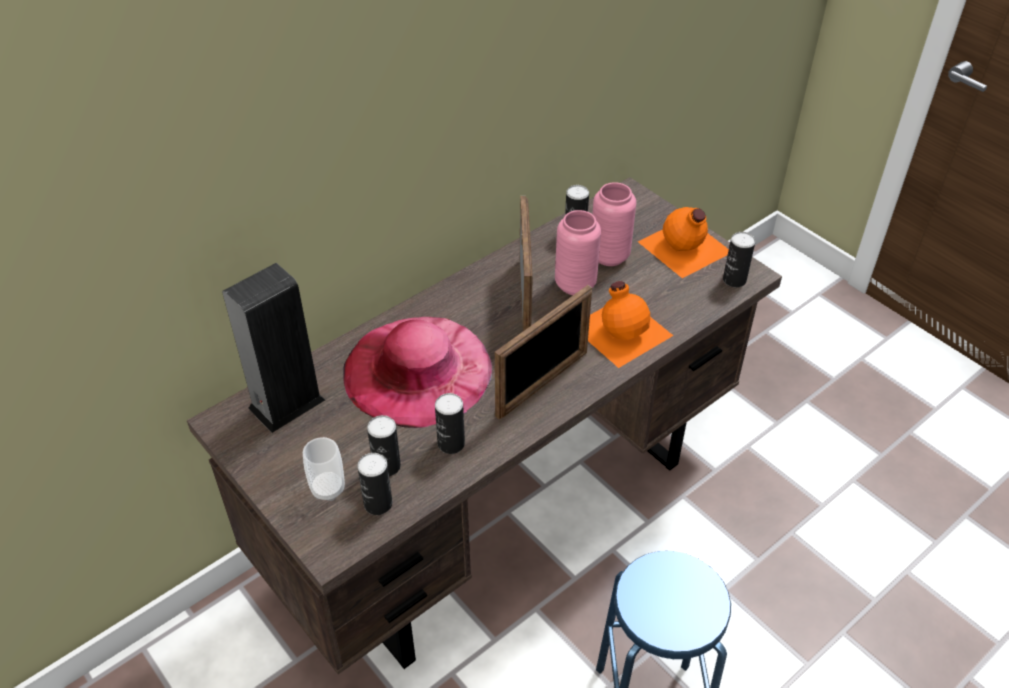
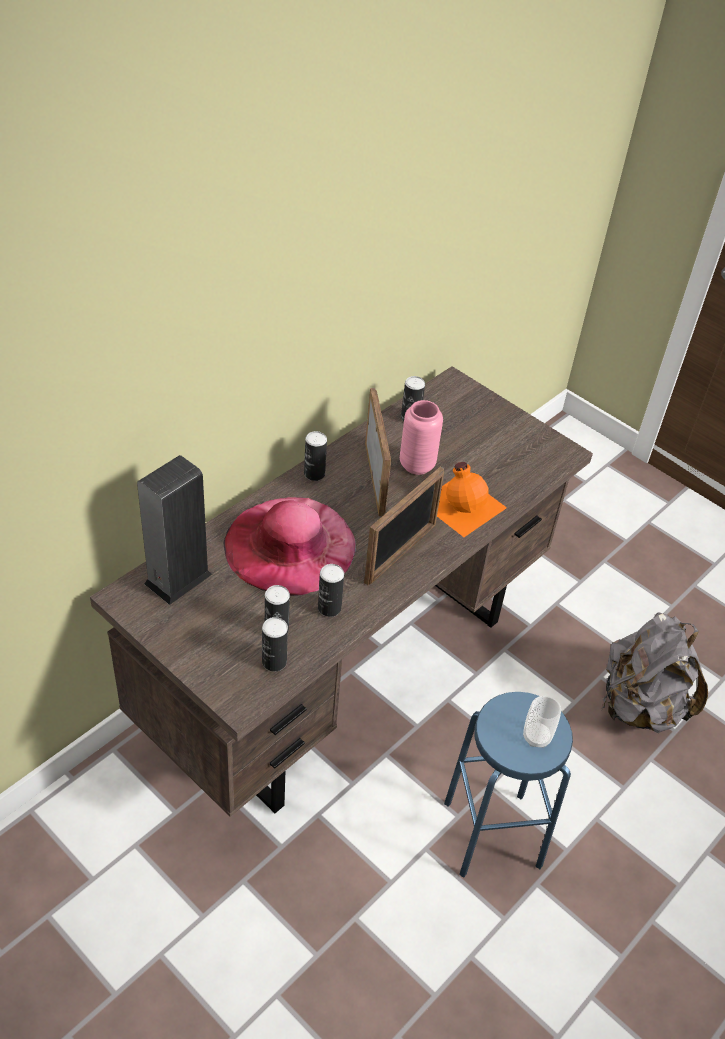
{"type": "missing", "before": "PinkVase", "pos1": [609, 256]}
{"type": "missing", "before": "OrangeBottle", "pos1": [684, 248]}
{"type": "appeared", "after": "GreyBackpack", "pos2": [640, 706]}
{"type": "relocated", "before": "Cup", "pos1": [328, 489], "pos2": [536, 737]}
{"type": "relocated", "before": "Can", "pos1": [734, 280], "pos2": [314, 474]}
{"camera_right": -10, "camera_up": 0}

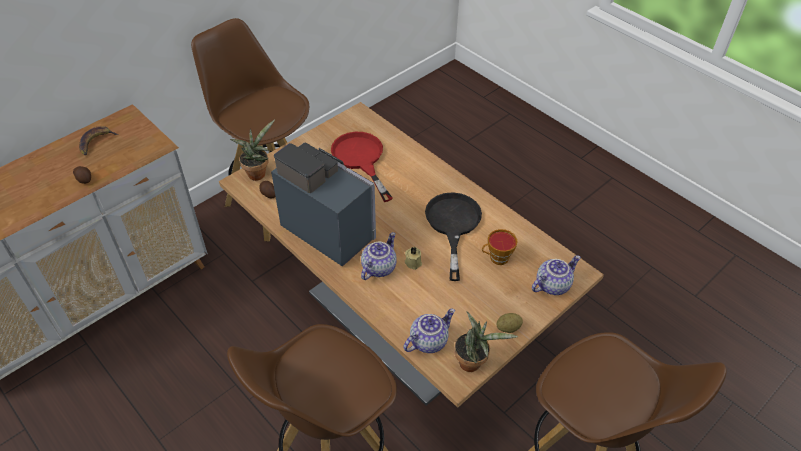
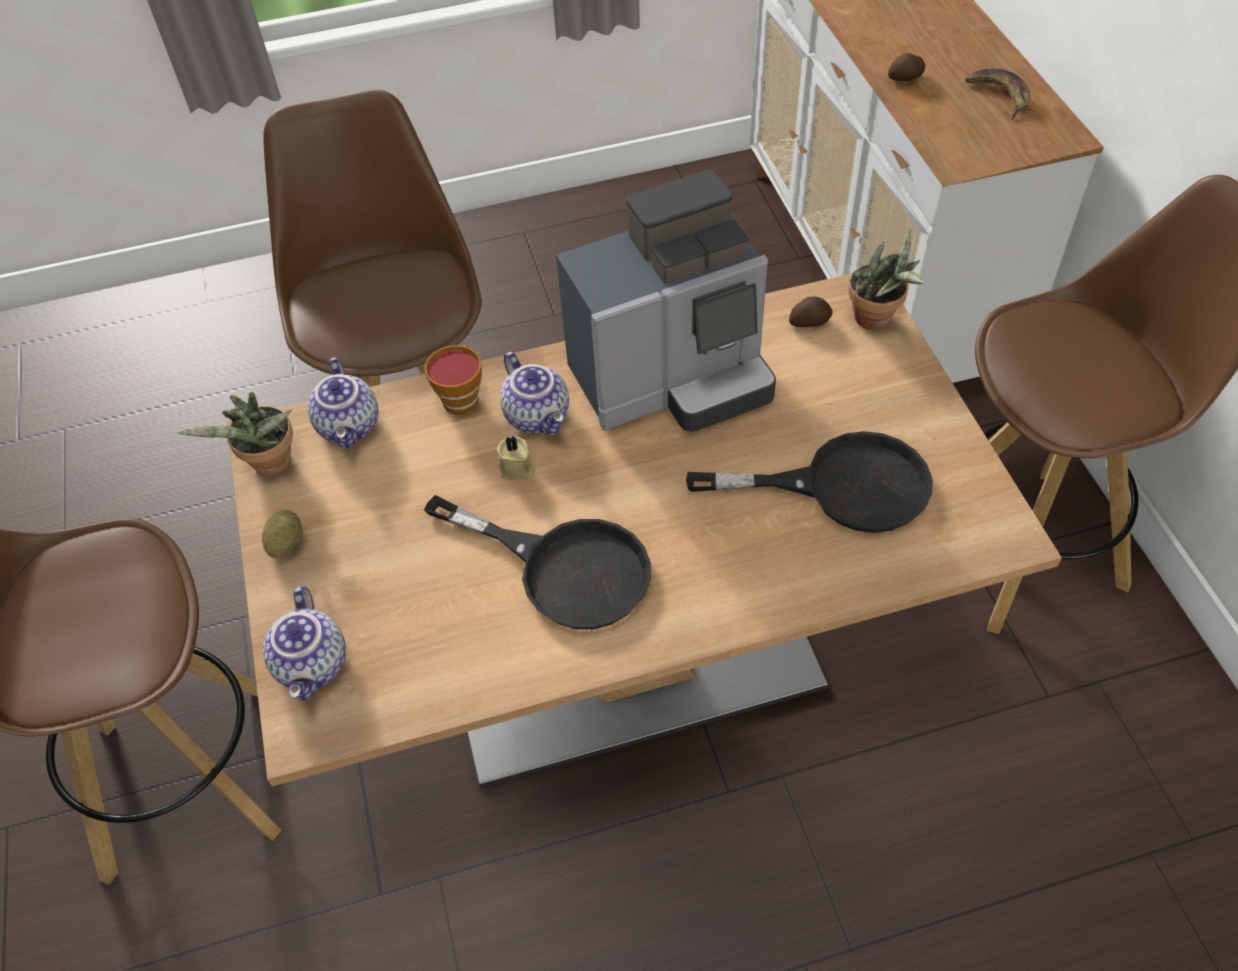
{"type": "relocated", "before": "Cup", "pos1": [497, 258], "pos2": [461, 397]}
{"type": "colour", "before": "RedFryingPan", "after": "BlackFryingPan", "pos1": [361, 159], "pos2": [842, 486]}
{"camera_right": 120, "camera_up": 5}

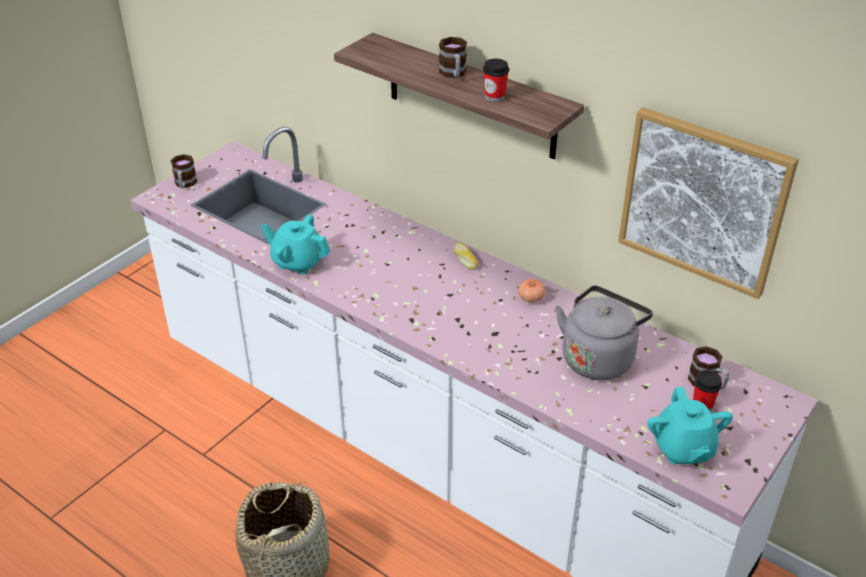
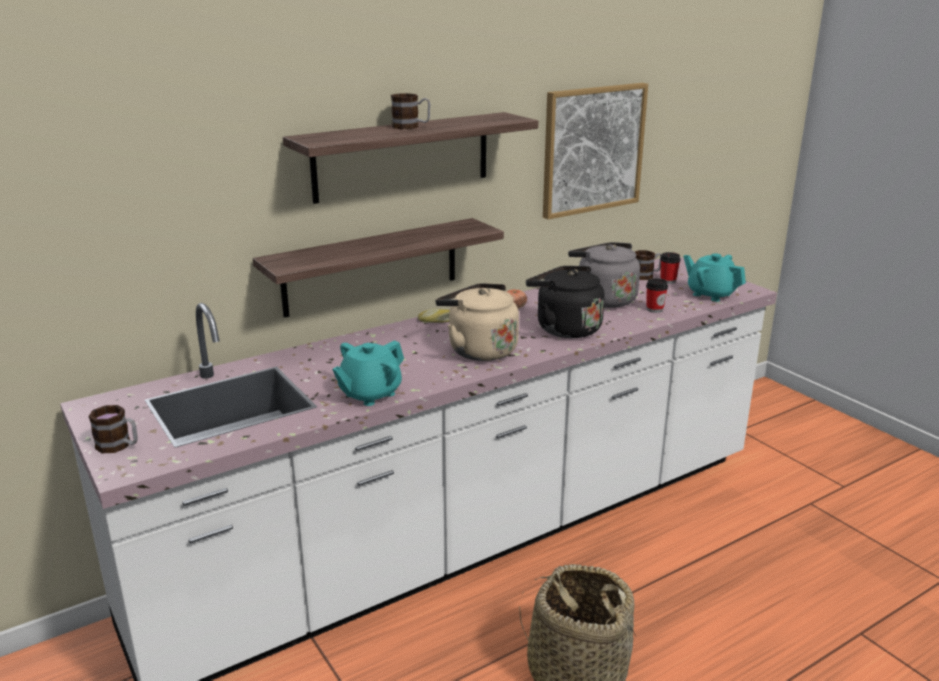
{"type": "appeared", "after": "Shelf", "pos2": [371, 267]}
{"type": "appeared", "after": "BeigeKettle", "pos2": [478, 350]}
{"type": "appeared", "after": "BlackKettle", "pos2": [564, 328]}
{"type": "relocated", "before": "Cup", "pos1": [494, 96], "pos2": [654, 309]}
{"type": "spun", "before": "TurquoiseTeapot", "pos1": [683, 449], "pos2": [711, 294], "turn": -150}
{"camera_right": -70, "camera_up": -15}

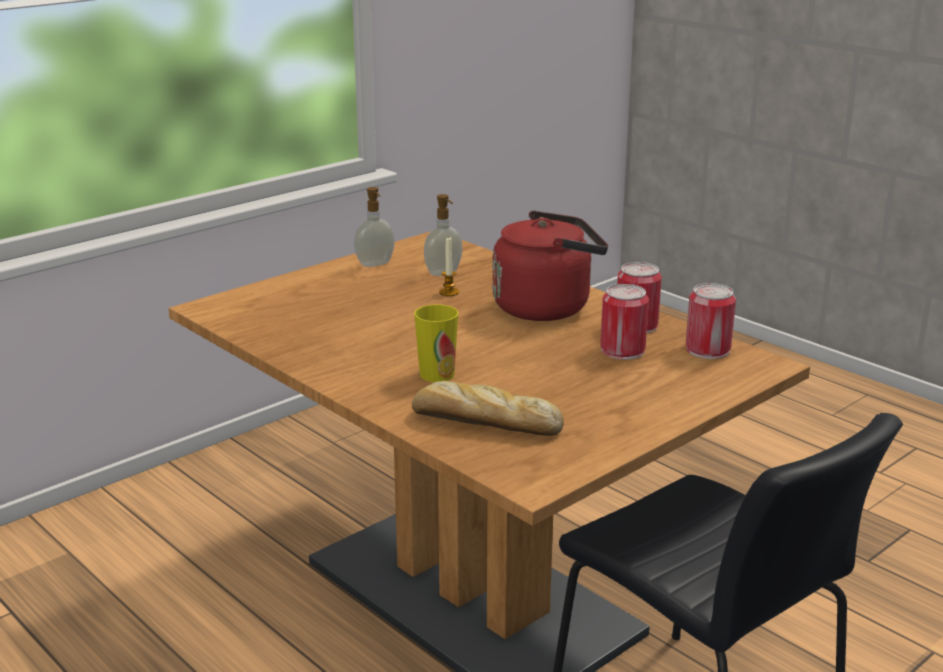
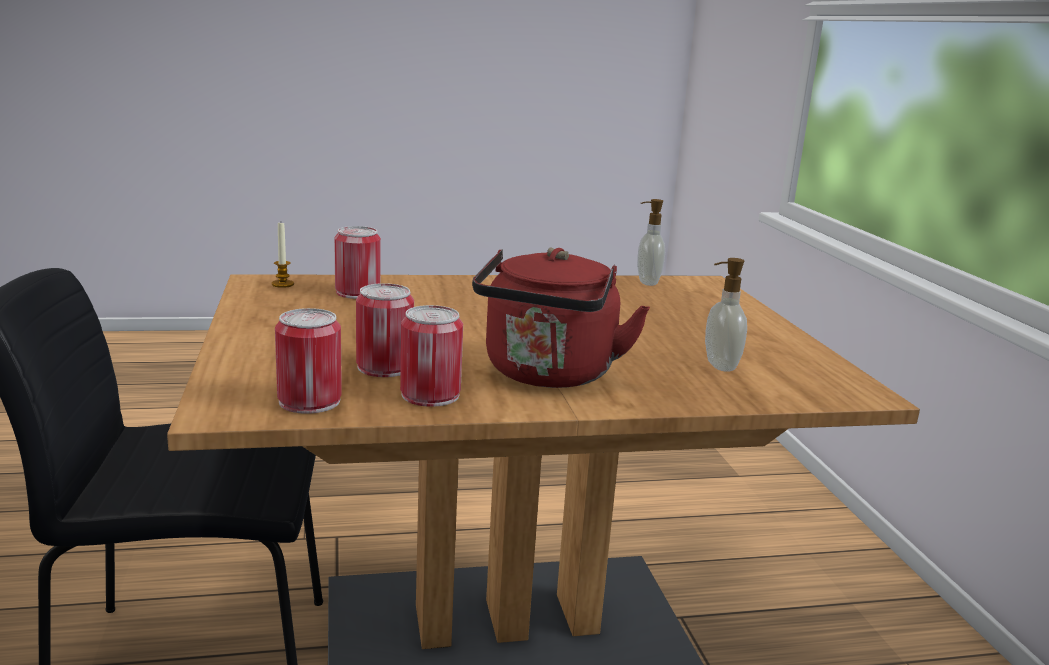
{"type": "missing", "before": "Cup", "pos1": [437, 374]}
{"type": "relocated", "before": "SoapDispenser", "pos1": [375, 264], "pos2": [646, 282]}
{"type": "relocated", "before": "Candle", "pos1": [449, 292], "pos2": [282, 284]}
{"type": "exchanged", "before": "Bread", "after": "Can", "pos1": [483, 422], "pos2": [357, 292]}
{"camera_right": 120, "camera_up": -5}

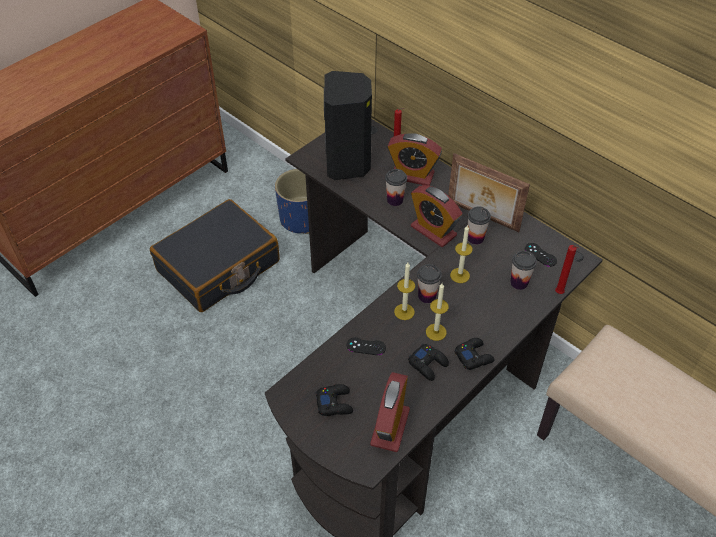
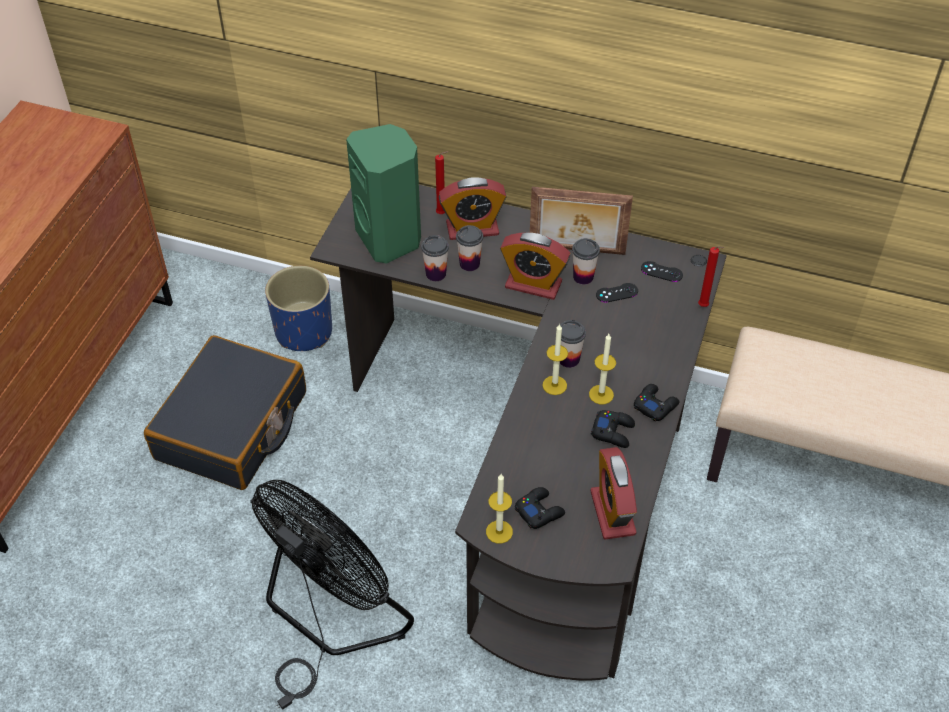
{"type": "appeared", "after": "BlackFan", "pos2": [321, 616]}
{"type": "relocated", "before": "BlackGameController", "pos1": [366, 346], "pos2": [617, 293]}
{"type": "relocated", "before": "Candle", "pos1": [459, 275], "pos2": [499, 532]}
{"type": "relocated", "before": "Cup", "pos1": [519, 282], "pos2": [436, 274]}
{"type": "colour", "before": "BlackSpeaker", "after": "GreenSpeaker", "pos1": [348, 164], "pos2": [390, 239]}
{"camera_right": -25, "camera_up": 0}

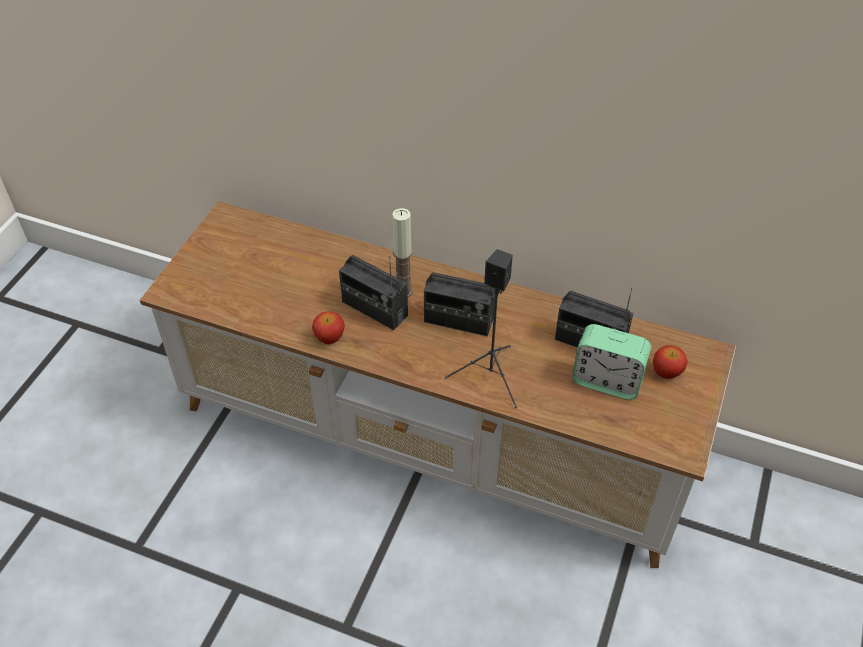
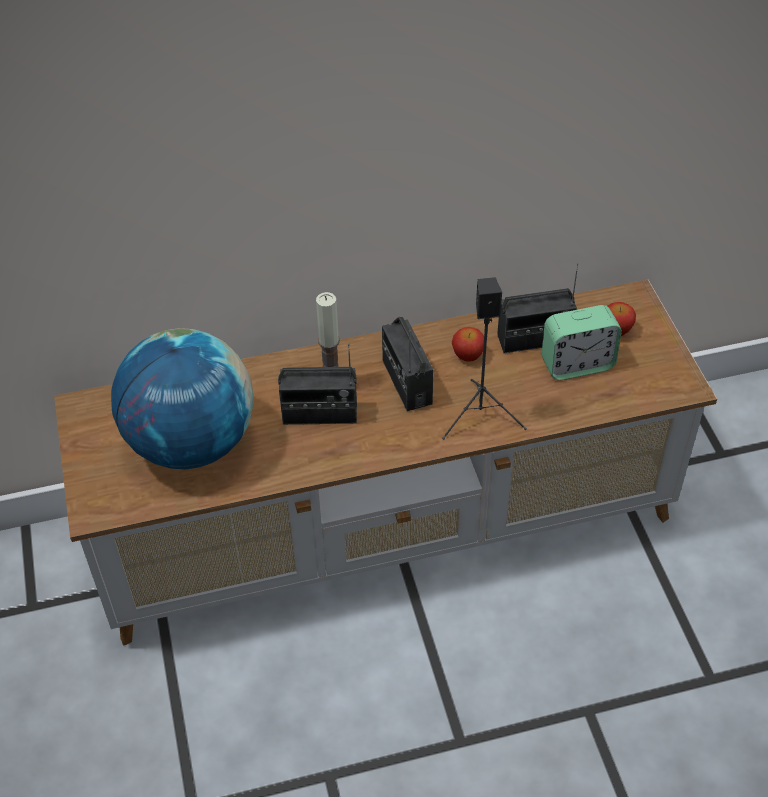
{"type": "appeared", "after": "Globe", "pos2": [192, 443]}
{"type": "relocated", "before": "Apple", "pos1": [329, 338], "pos2": [468, 355]}
{"type": "spun", "before": "Radio", "pos1": [458, 320], "pos2": [406, 382], "turn": 90}
{"camera_right": -35, "camera_up": 0}

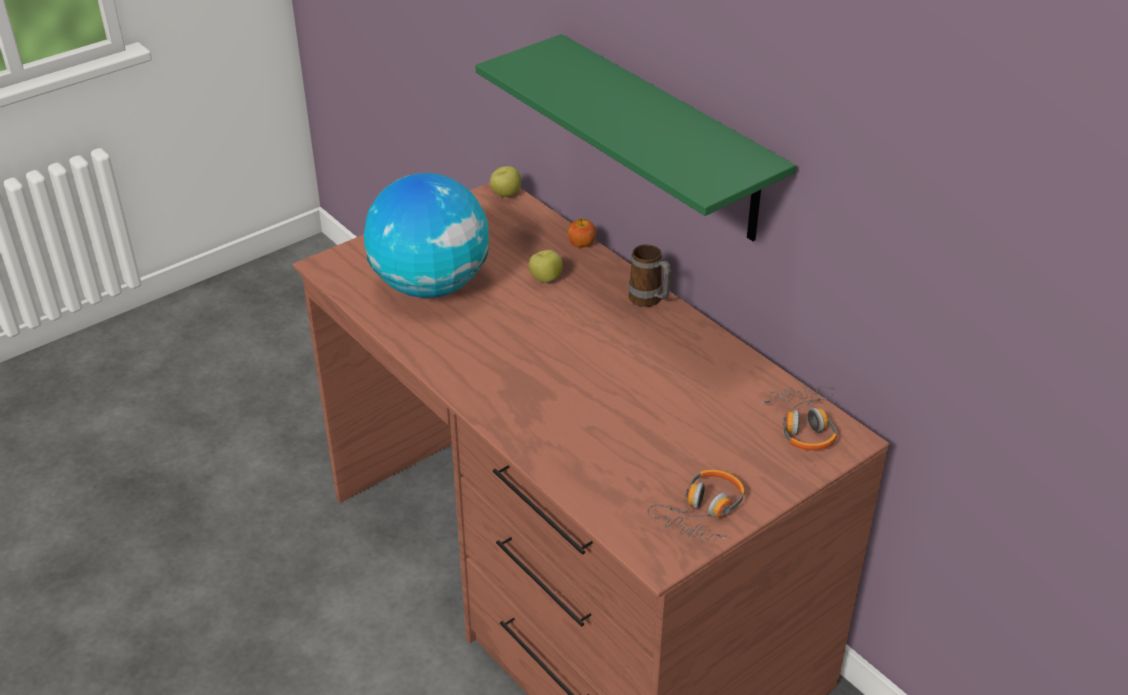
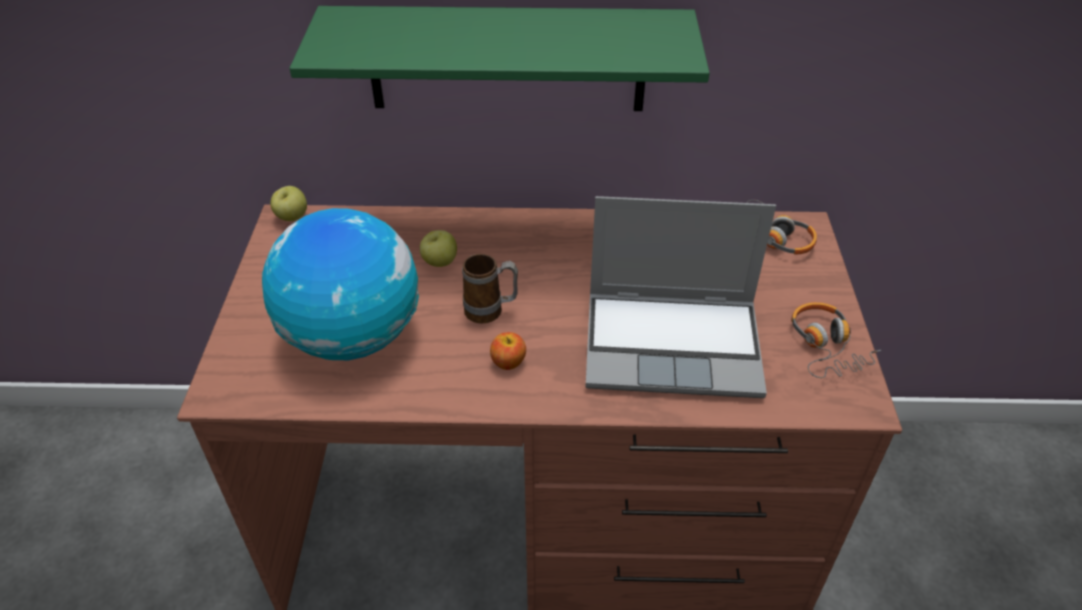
{"type": "appeared", "after": "Laptop", "pos2": [674, 344]}
{"type": "relocated", "before": "Apple", "pos1": [581, 244], "pos2": [508, 362]}
{"type": "relocated", "before": "Mug", "pos1": [649, 301], "pos2": [491, 311]}
{"camera_right": -50, "camera_up": 5}

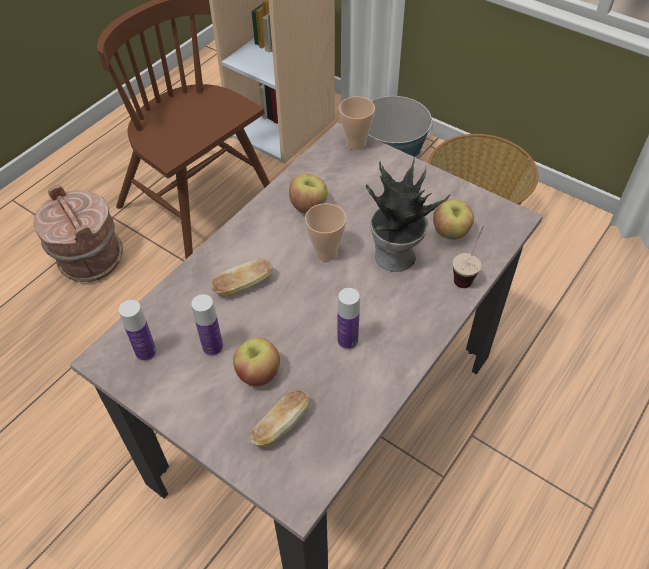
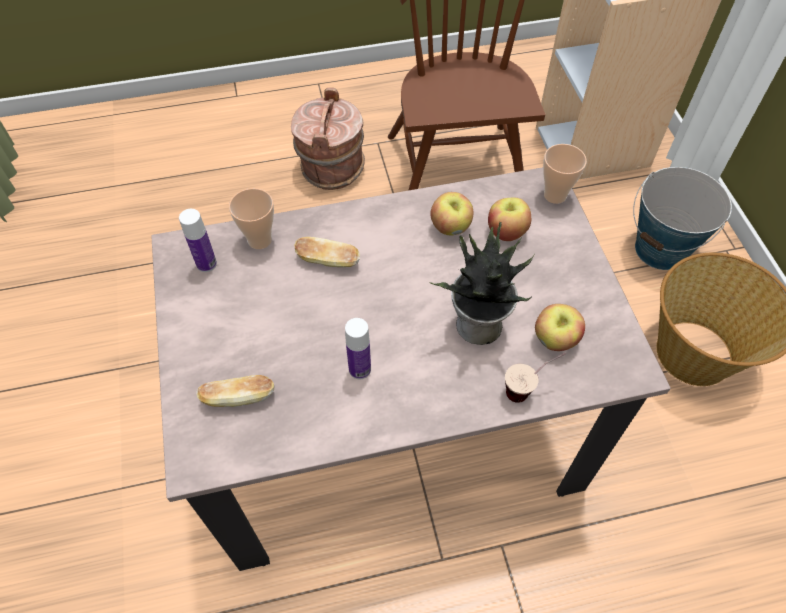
{"type": "missing", "before": "Bottle", "pos1": [213, 347]}
{"type": "relocated", "before": "Apple", "pos1": [258, 373], "pos2": [506, 231]}
{"type": "relocated", "before": "Cup", "pos1": [326, 253], "pos2": [259, 240]}
{"camera_right": 40, "camera_up": 5}

